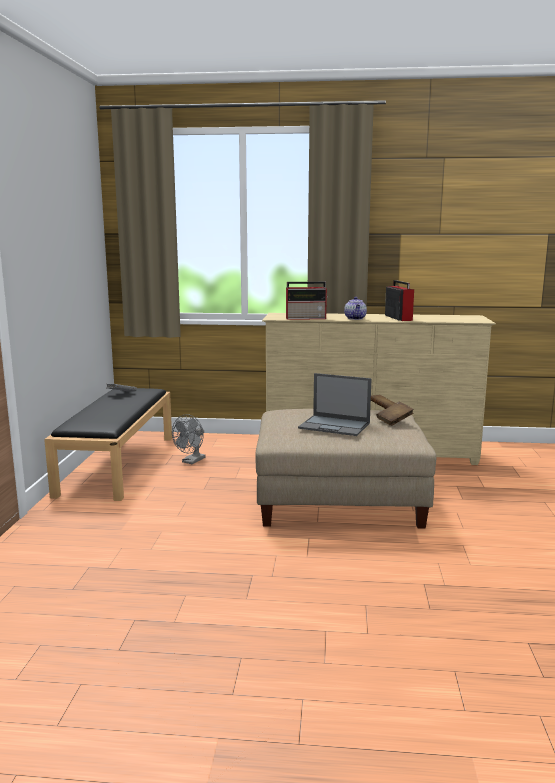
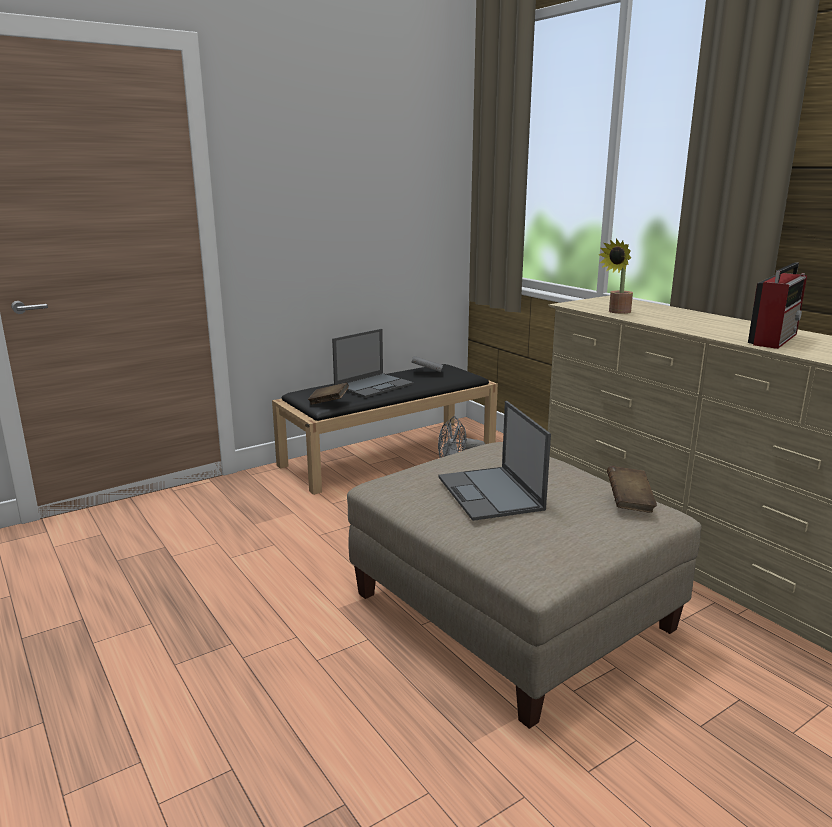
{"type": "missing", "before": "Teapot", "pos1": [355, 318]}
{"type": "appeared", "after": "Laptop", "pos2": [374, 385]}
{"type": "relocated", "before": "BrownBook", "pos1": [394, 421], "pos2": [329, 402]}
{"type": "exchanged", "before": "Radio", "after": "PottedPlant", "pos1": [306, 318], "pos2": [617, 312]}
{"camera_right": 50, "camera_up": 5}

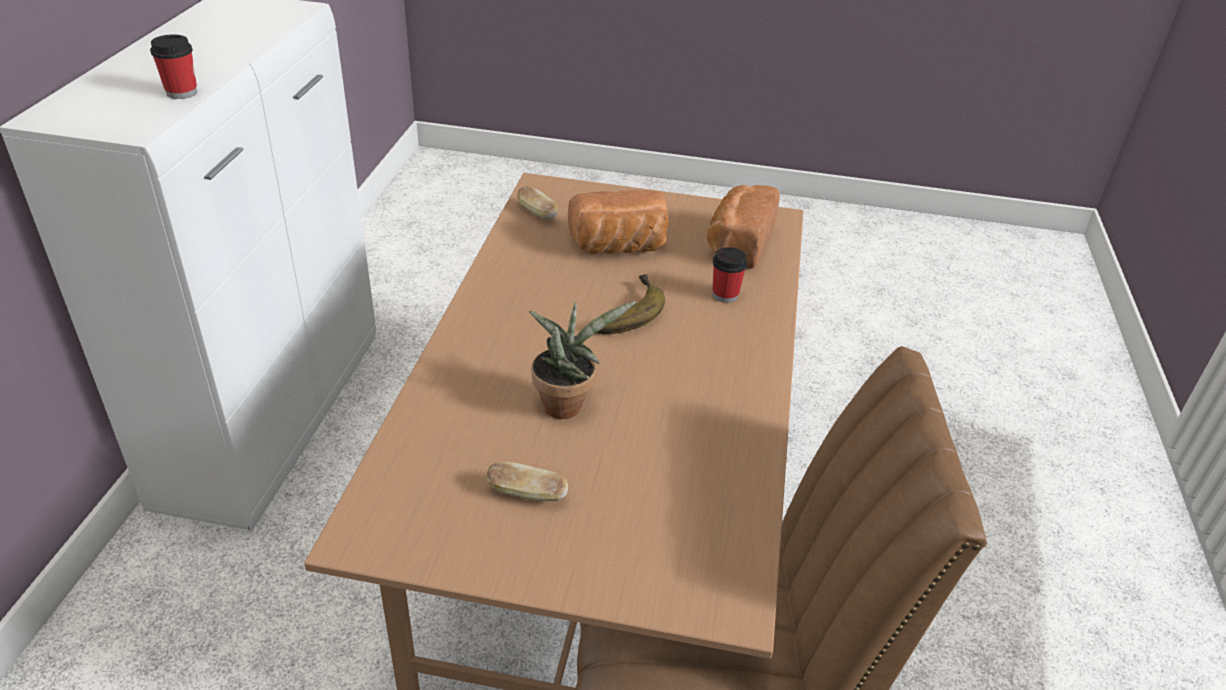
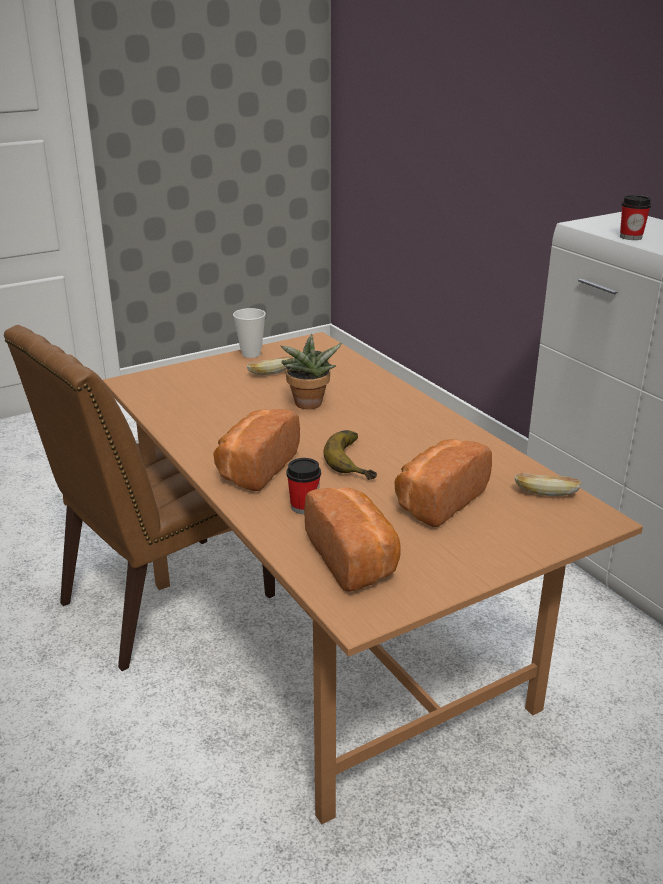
{"type": "appeared", "after": "Bread", "pos2": [255, 468]}
{"type": "appeared", "after": "Cup", "pos2": [251, 354]}
{"camera_right": 140, "camera_up": -10}

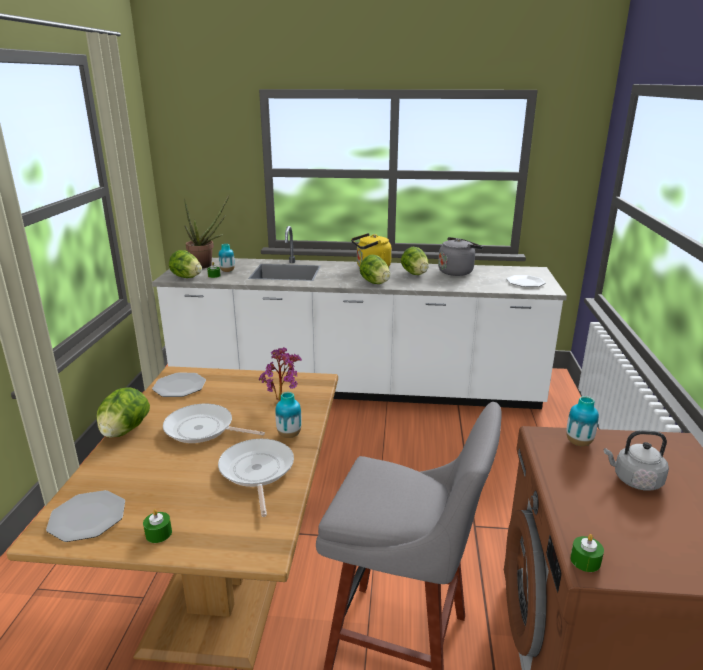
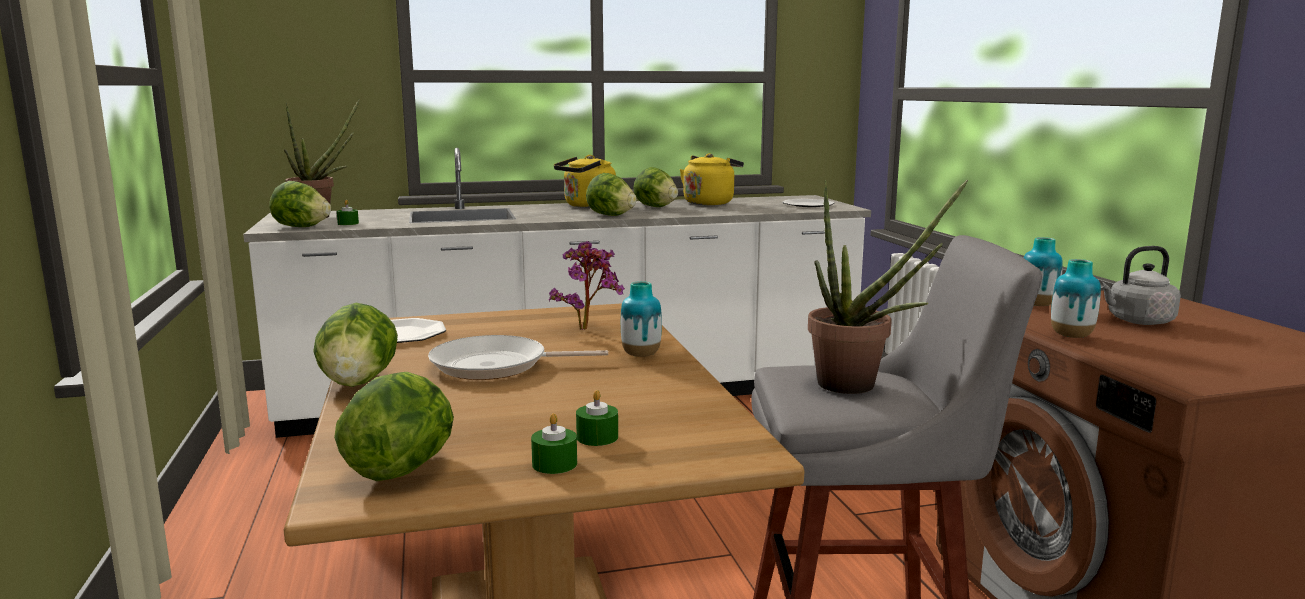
{"type": "missing", "before": "FryingPan", "pos1": [256, 471]}
{"type": "appeared", "after": "PottedPlant", "pos2": [859, 386]}
{"type": "relocated", "before": "Vase", "pos1": [227, 271], "pos2": [1071, 336]}
{"type": "relocated", "before": "GreenCandle", "pos1": [585, 561], "pos2": [597, 437]}
{"type": "exchanged", "before": "Plate", "after": "Lettuce", "pos1": [87, 517], "pos2": [403, 468]}
{"type": "colour", "before": "GreyKettle", "after": "YellowKettle", "pos1": [457, 272], "pos2": [710, 203]}
{"camera_right": -20, "camera_up": -10}

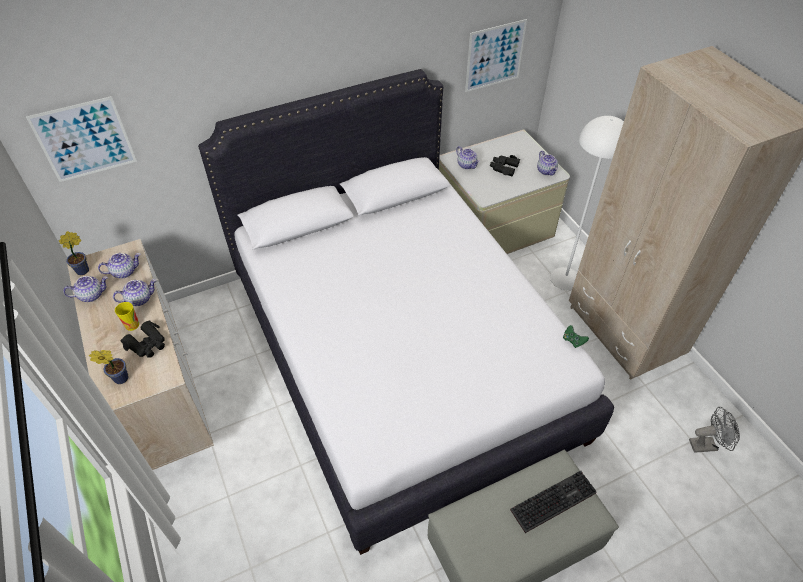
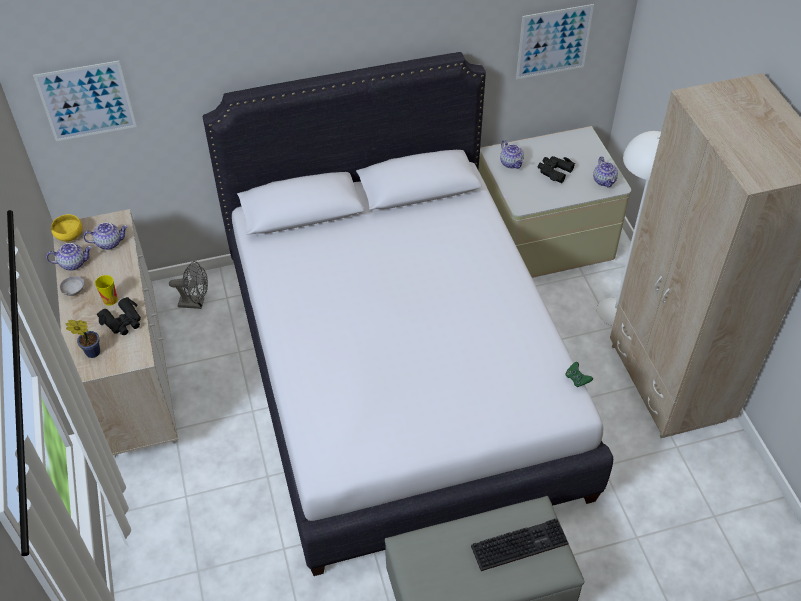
{"type": "missing", "before": "Teapot", "pos1": [139, 299]}
{"type": "appeared", "after": "GreyBowl", "pos2": [74, 290]}
{"type": "relocated", "before": "GreyFan", "pos1": [707, 444], "pos2": [195, 303]}
{"type": "exchanged", "before": "PottedPlant", "after": "YellowBowl", "pos1": [84, 270], "pos2": [69, 236]}
{"camera_right": 10, "camera_up": 0}

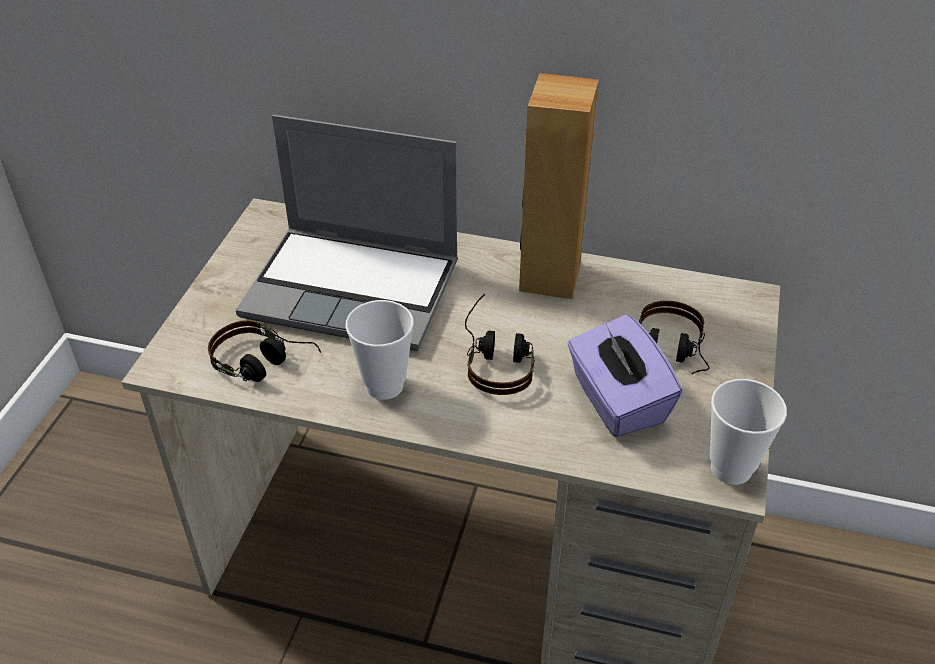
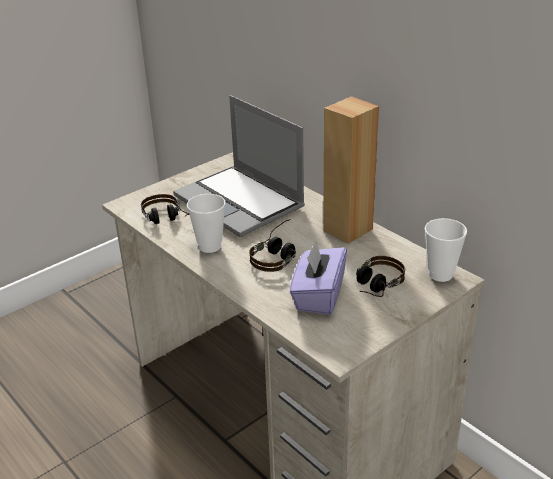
{"type": "relocated", "before": "Cup", "pos1": [731, 468], "pos2": [440, 274]}
{"camera_right": 35, "camera_up": -10}

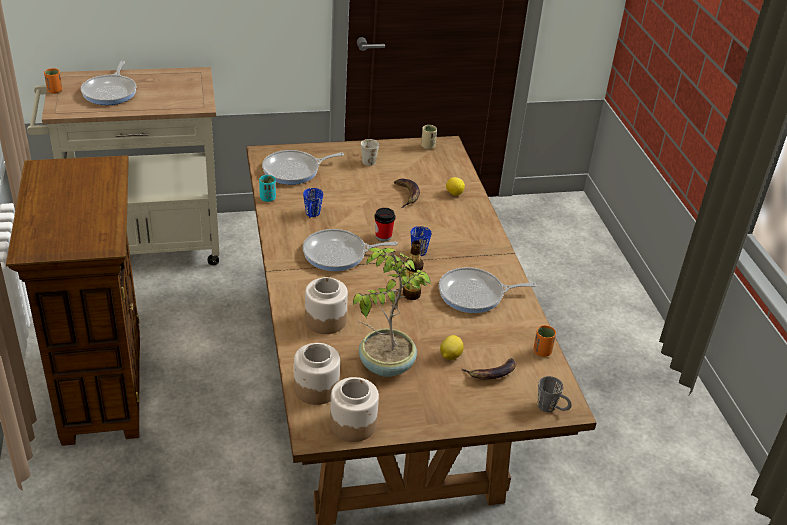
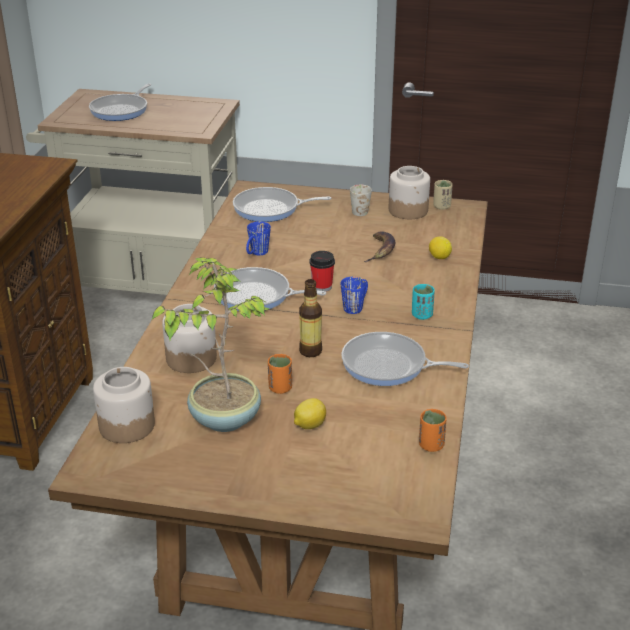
{"type": "missing", "before": "Banana", "pos1": [492, 373]}
{"type": "missing", "before": "GreyMug", "pos1": [552, 408]}
{"type": "relocated", "before": "OrangeCup", "pos1": [54, 90], "pos2": [280, 388]}
{"type": "relocated", "before": "TurquoiseCup", "pos1": [267, 198], "pos2": [422, 315]}
{"type": "relocated", "before": "Jar", "pos1": [353, 424], "pos2": [408, 210]}
{"camera_right": 25, "camera_up": -5}

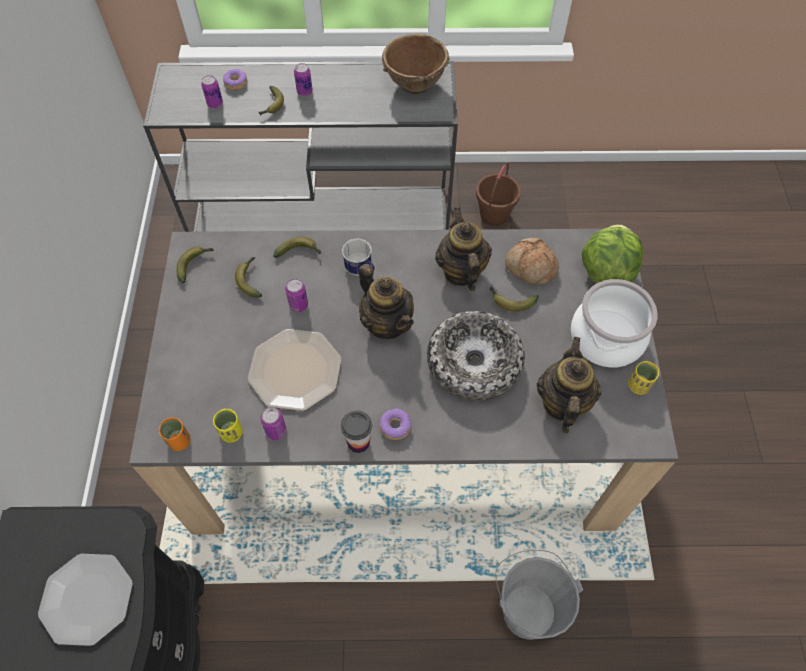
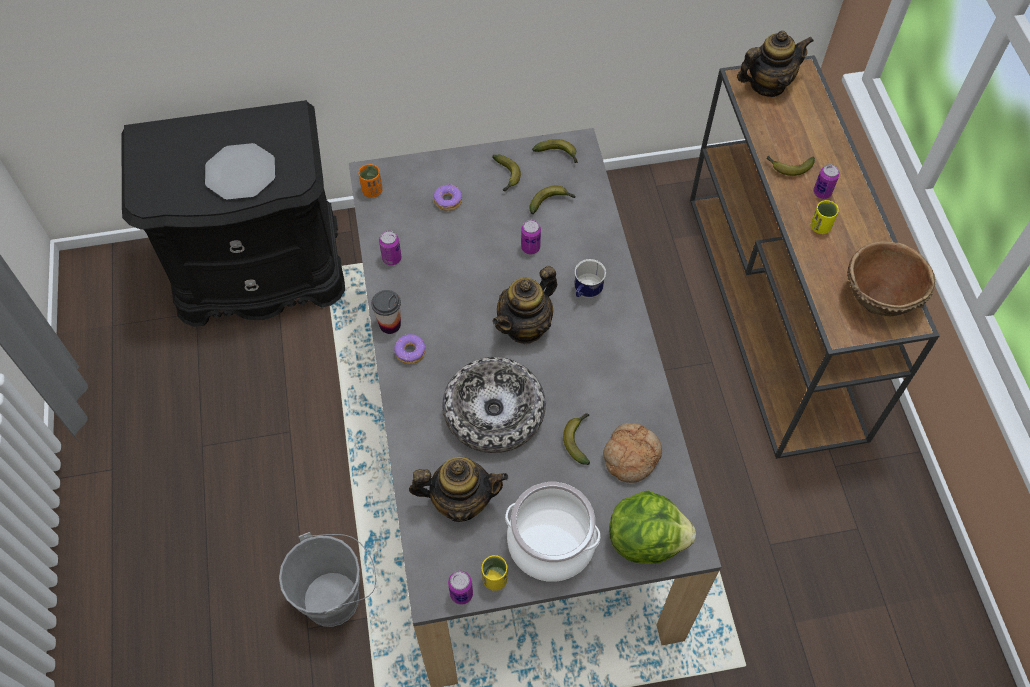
{"type": "missing", "before": "Plate", "pos1": [296, 370]}
{"type": "missing", "before": "BrownBucket", "pos1": [494, 214]}
{"type": "relocated", "before": "Can", "pos1": [215, 104], "pos2": [461, 594]}
{"type": "relocated", "before": "YellowCup", "pos1": [231, 433], "pos2": [820, 227]}
{"type": "relocated", "before": "Donut", "pos1": [236, 83], "pos2": [447, 201]}
{"type": "relocated", "before": "Banana", "pos1": [299, 252], "pos2": [506, 176]}
{"type": "relocated", "before": "Teapot", "pos1": [461, 271], "pos2": [767, 84]}
{"type": "colour", "before": "GreyConsoleTable", "after": "BrownConsoleTable", "pos1": [324, 216], "pos2": [775, 316]}
{"camera_right": 80, "camera_up": 0}

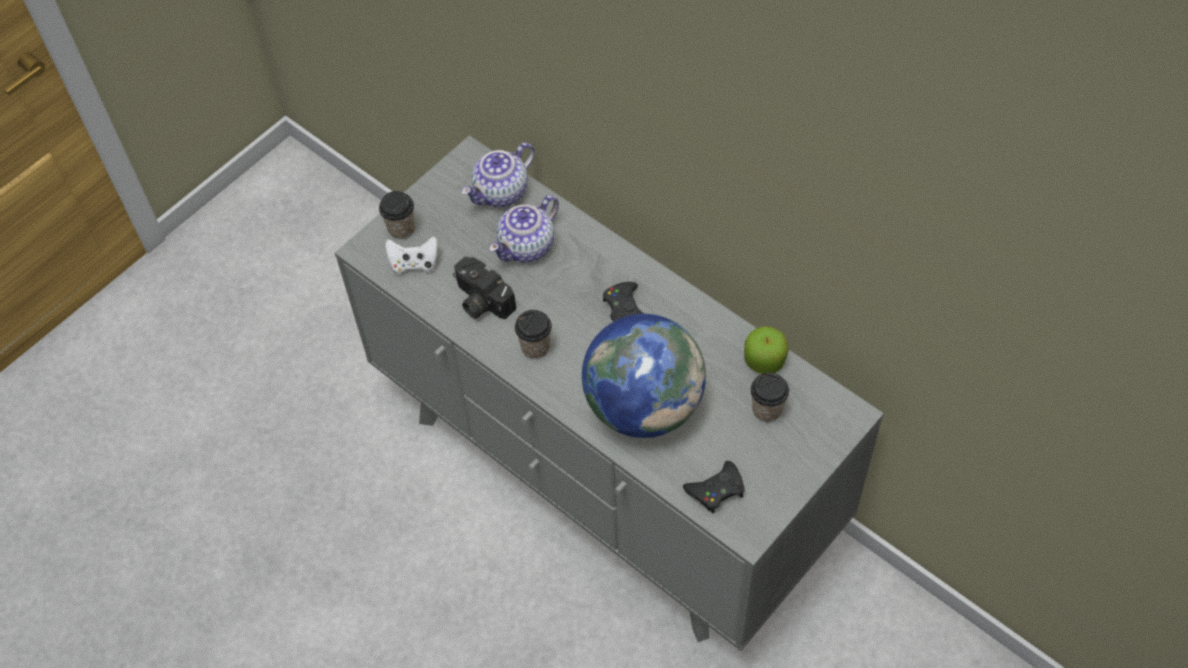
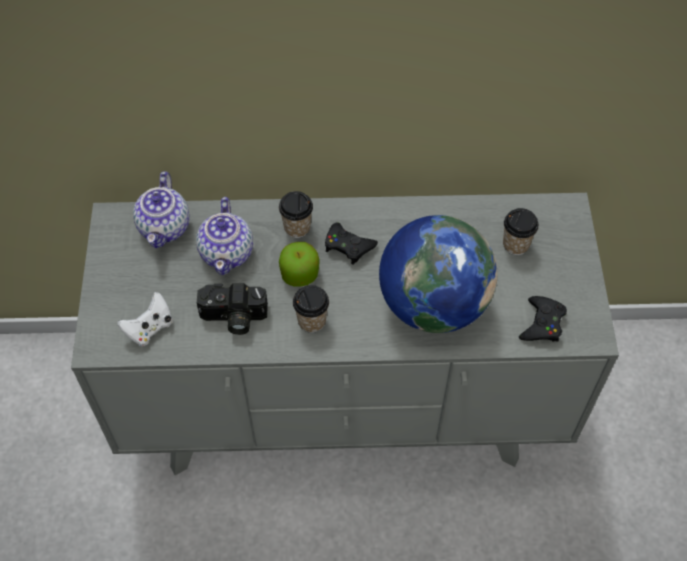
{"type": "relocated", "before": "Cup", "pos1": [401, 229], "pos2": [297, 228]}
{"type": "relocated", "before": "Apple", "pos1": [764, 360], "pos2": [299, 274]}
{"camera_right": -45, "camera_up": 0}

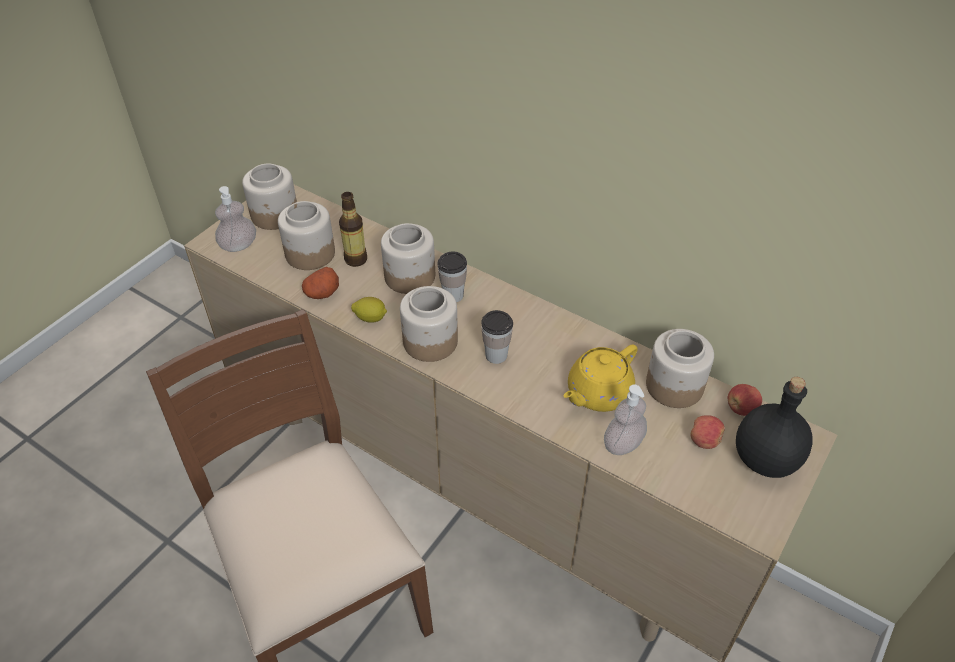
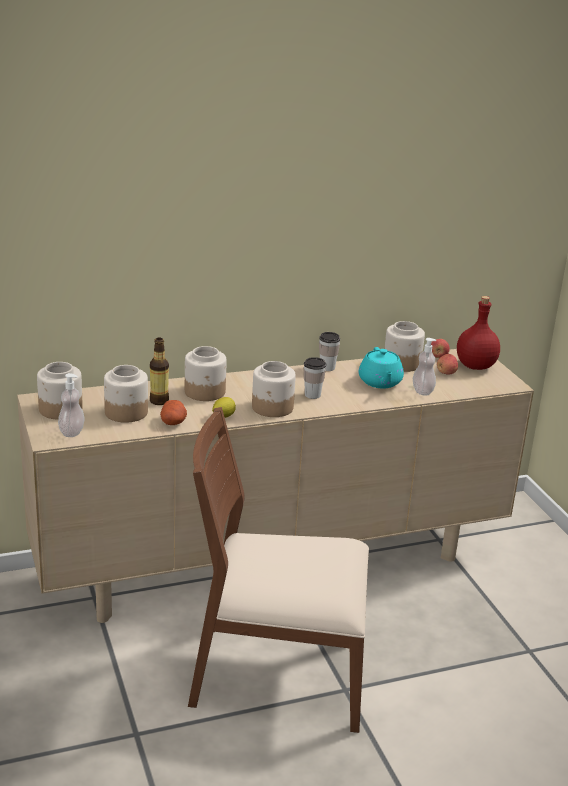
{"type": "relocated", "before": "Cup", "pos1": [453, 295], "pos2": [327, 368]}
{"type": "colour", "before": "YellowTeapot", "after": "TurquoiseTeapot", "pos1": [598, 393], "pos2": [380, 382]}
{"type": "colour", "before": "BlackBottle", "after": "RedBottle", "pos1": [764, 458], "pos2": [474, 366]}
{"camera_right": -55, "camera_up": -20}

